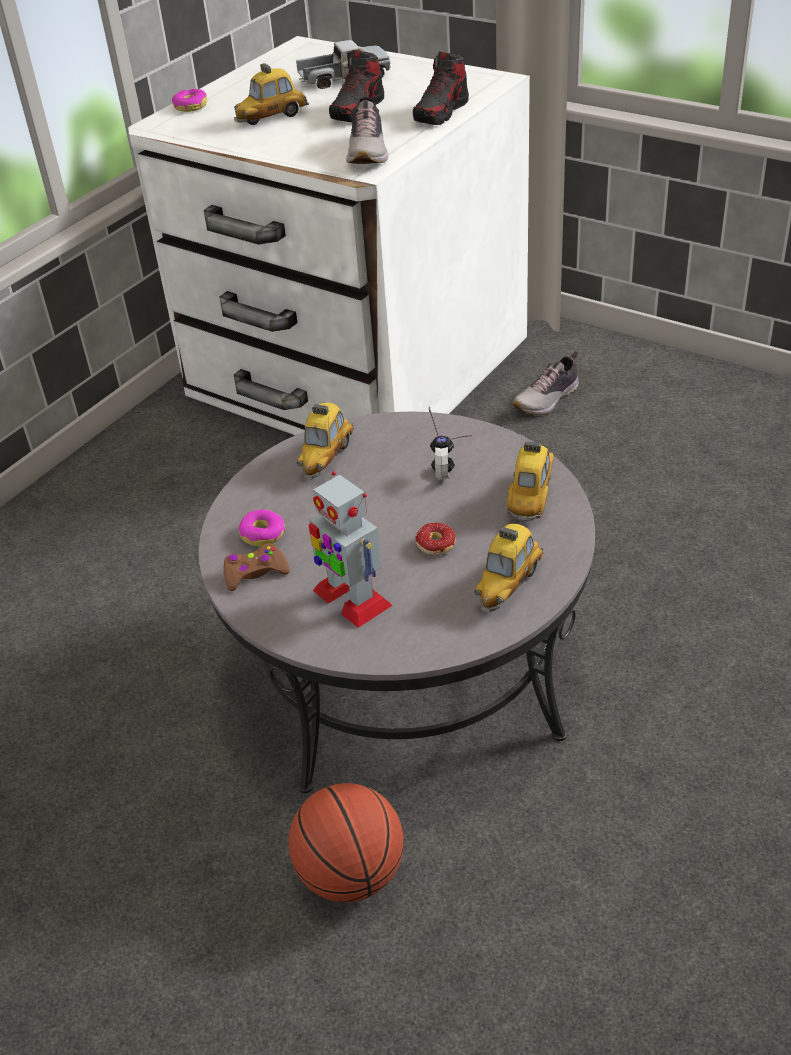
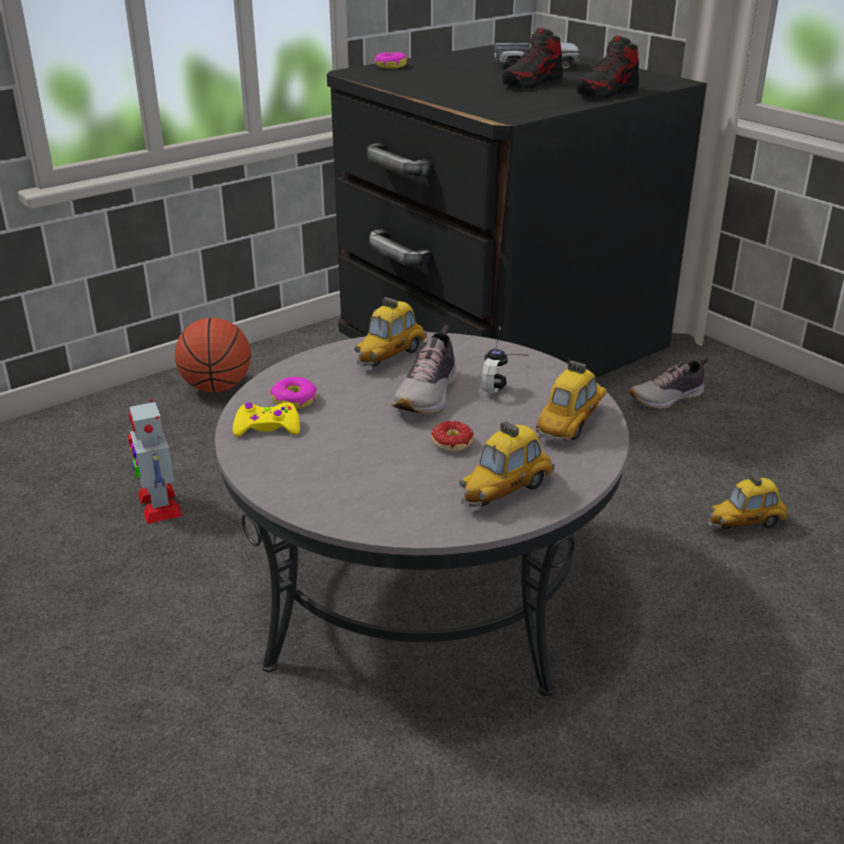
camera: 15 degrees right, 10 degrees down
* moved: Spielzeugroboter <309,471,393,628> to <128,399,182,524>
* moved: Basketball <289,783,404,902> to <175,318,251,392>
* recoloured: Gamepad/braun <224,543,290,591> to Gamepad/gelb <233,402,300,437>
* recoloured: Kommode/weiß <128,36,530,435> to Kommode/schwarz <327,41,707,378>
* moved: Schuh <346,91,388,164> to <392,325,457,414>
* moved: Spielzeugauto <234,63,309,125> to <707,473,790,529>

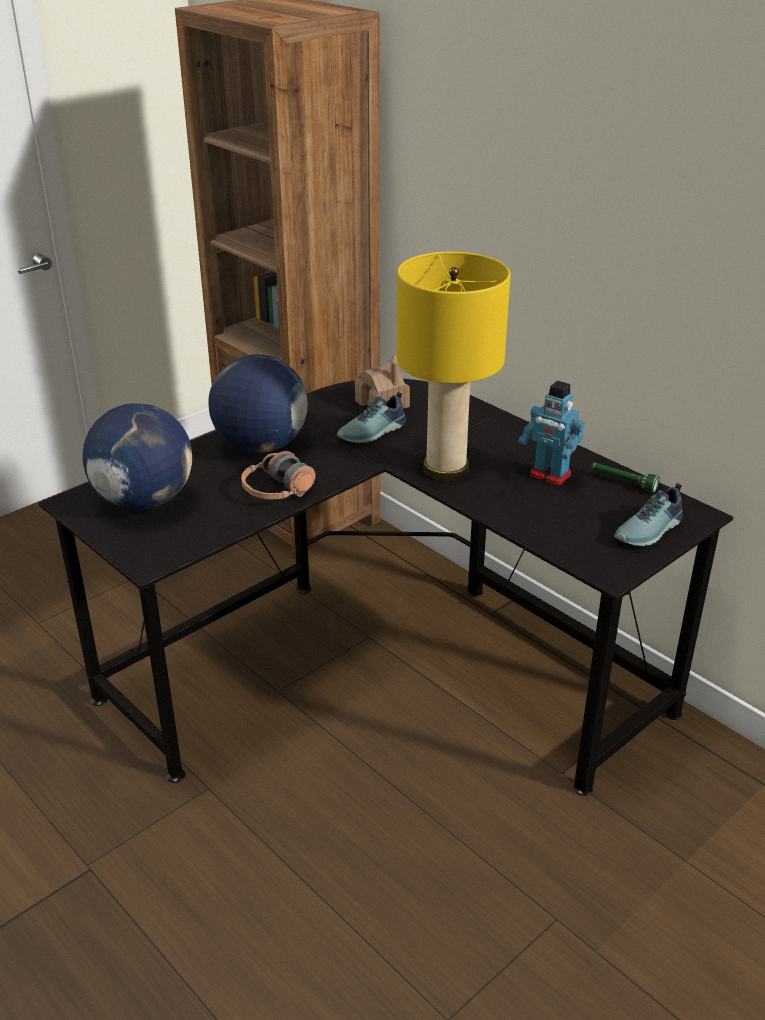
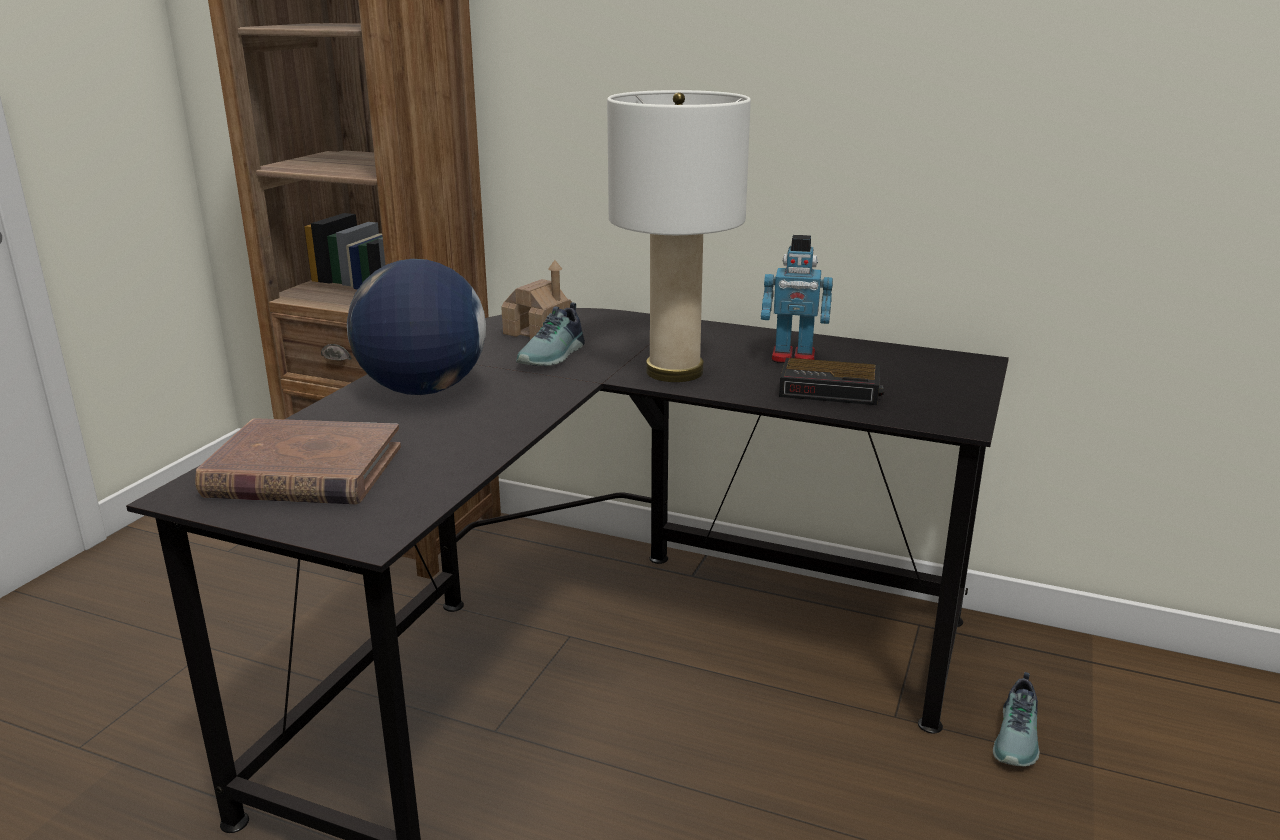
camera: 25 degrees left, 10 degrees down
* replaced: Globus <82,403,192,510> to Buch/braun <195,418,401,504>
* recoloured: Tischlampe/gelb <396,252,510,481> to Tischlampe/weiß <607,90,751,382>
* added: Wecker <779,358,884,405>
* moved: Schuh <614,483,683,546> to <993,672,1040,767>
* removed: Kopfhörer <241,451,315,499>
* removed: Taschenlampe/grün <591,462,660,492>

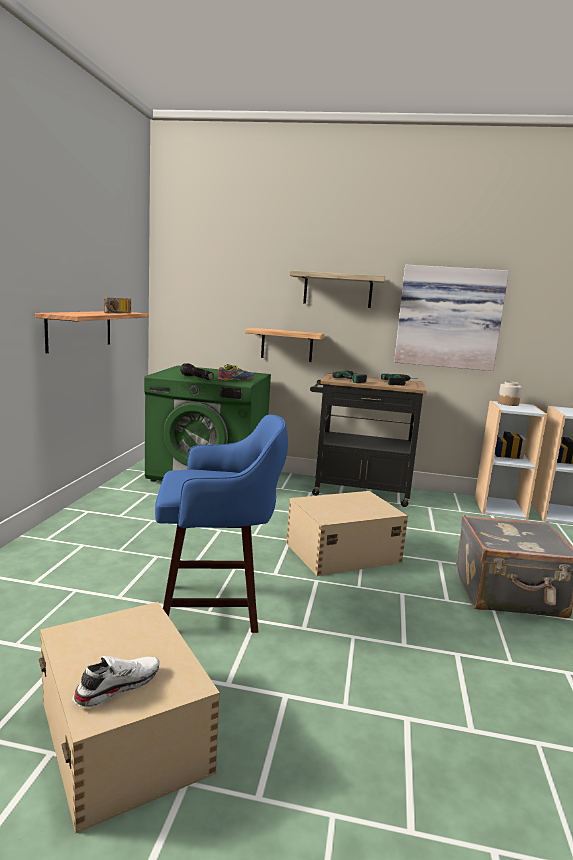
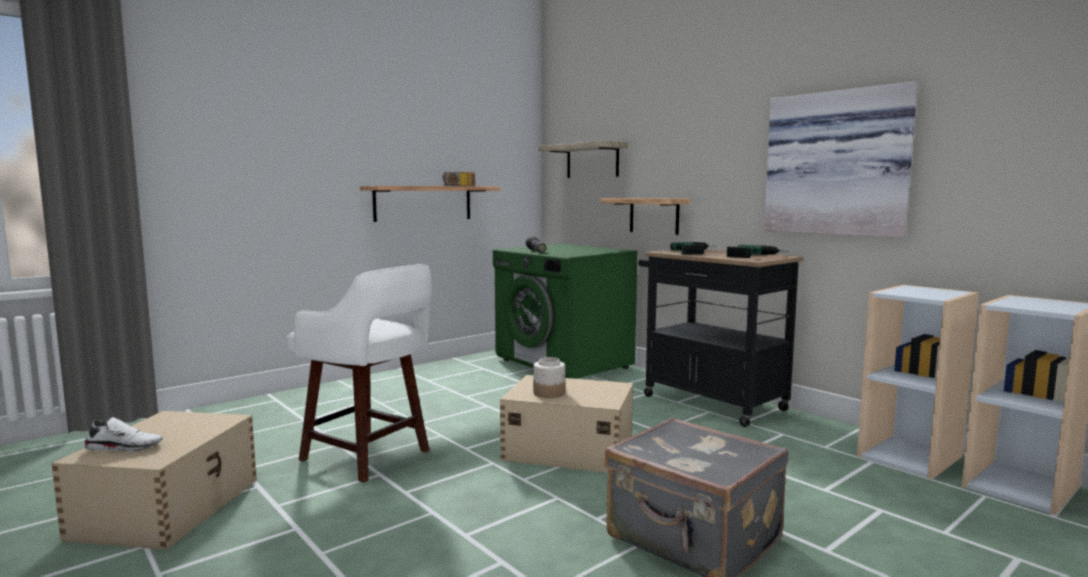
camera: 40 degrees right, 5 degrees down
* recoloured: Hocker/blau <155,415,288,633> to Hocker/weiß <287,264,431,483>
* moved: Vorratsglas <498,381,522,406> to <533,357,565,398>
* moved: Wandregal <289,270,385,308> to <538,140,628,178>
* removed: Schuh <218,364,255,381>

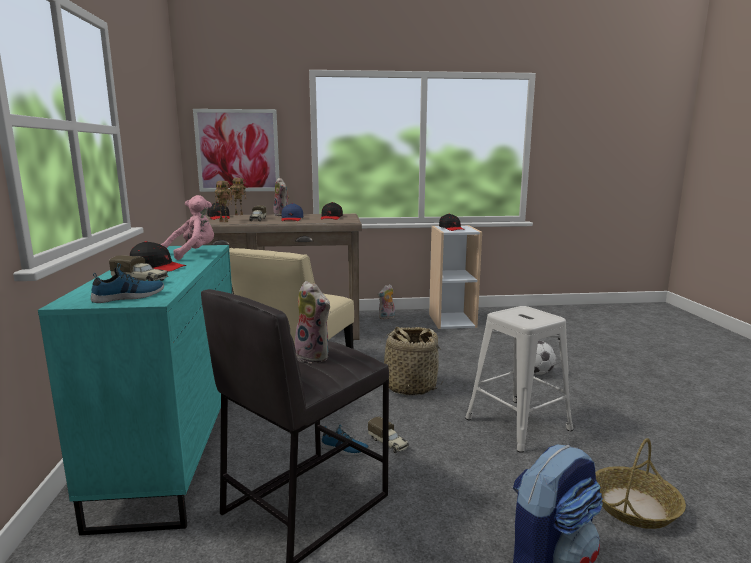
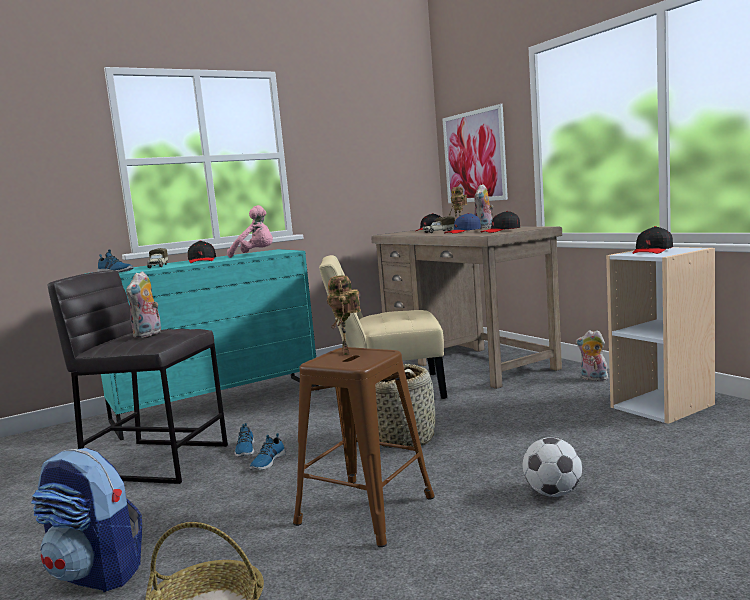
camera: 65 degrees right, 5 degrees down
* replaced: Spielzeuglaster <368,416,409,453> to Schuh <250,433,286,470>
* recoloured: Hocker/weiß <465,306,573,453> to Hocker/braun <293,347,435,547>
* moved: Spielzeugroboter <213,181,232,222> to <327,275,361,355>

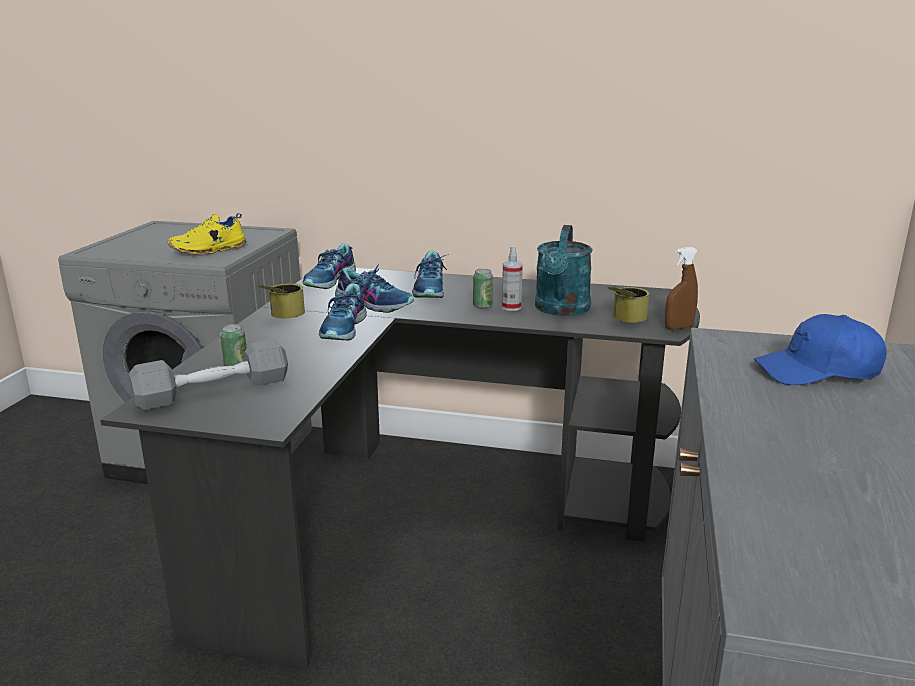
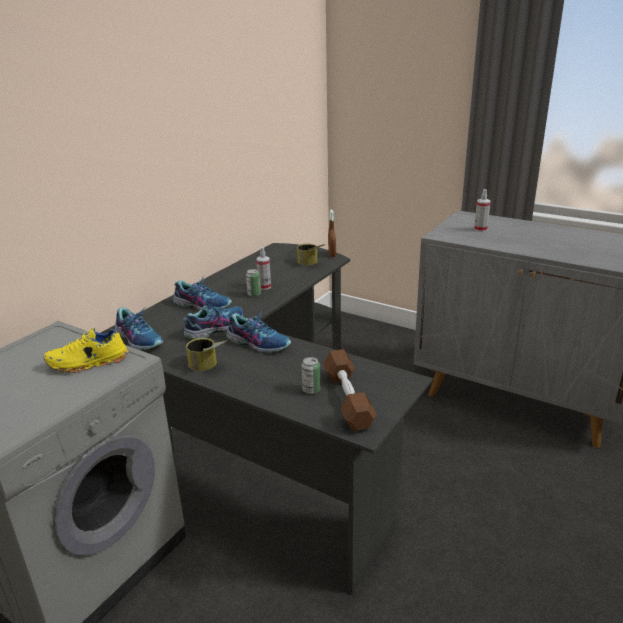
camera: 70 degrees left, 5 degrees up
* turned: Schuh/gelb <168,213,246,256> = <43,327,129,373> 90 degrees clockwise
* recoloured: Hantel/grau <129,339,288,410> to Hantel/braun <323,349,377,431>
* replaced: Kappe/blau <754,314,887,385> to Sprühflasche <474,189,491,232>
* removed: Gießkanne/türkis <535,225,593,316>

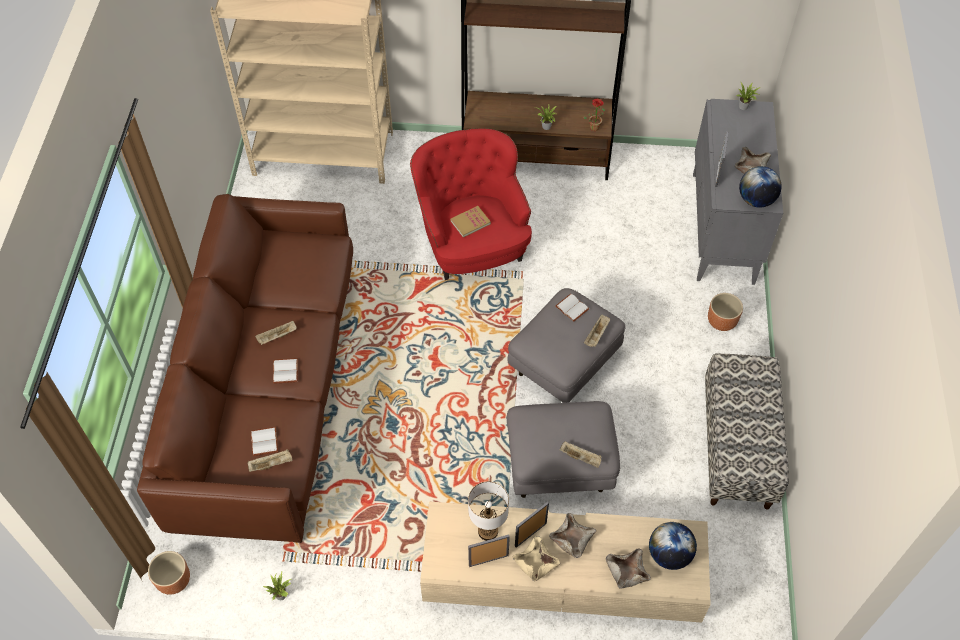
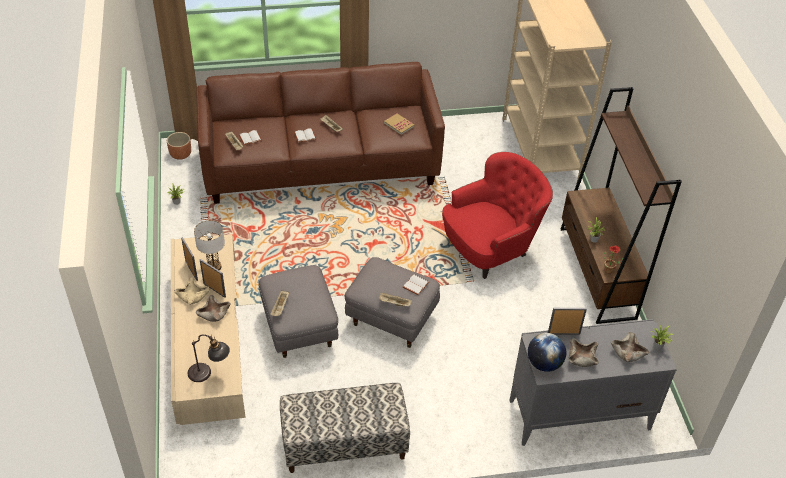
camera: 75 degrees right, 10 degrees down
* replaced: Globus <649,522,697,570> to Tischlampe/grau <188,334,230,382>
* moved: Buch <450,206,491,237> to <384,114,415,135>
* moved: Schüssel/beige <606,549,651,589> to <611,332,649,362>
* removed: Pflanzkübel/braun <708,293,743,331>

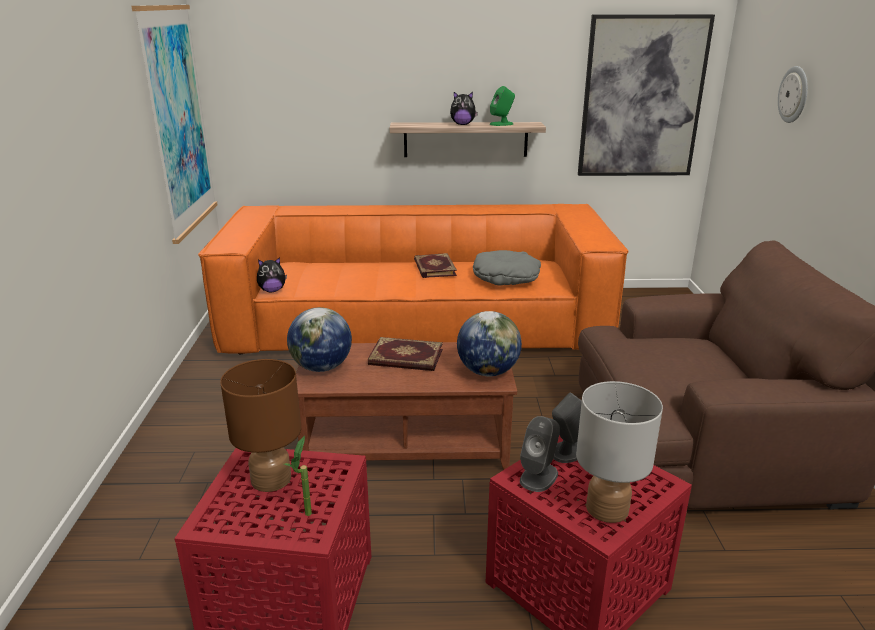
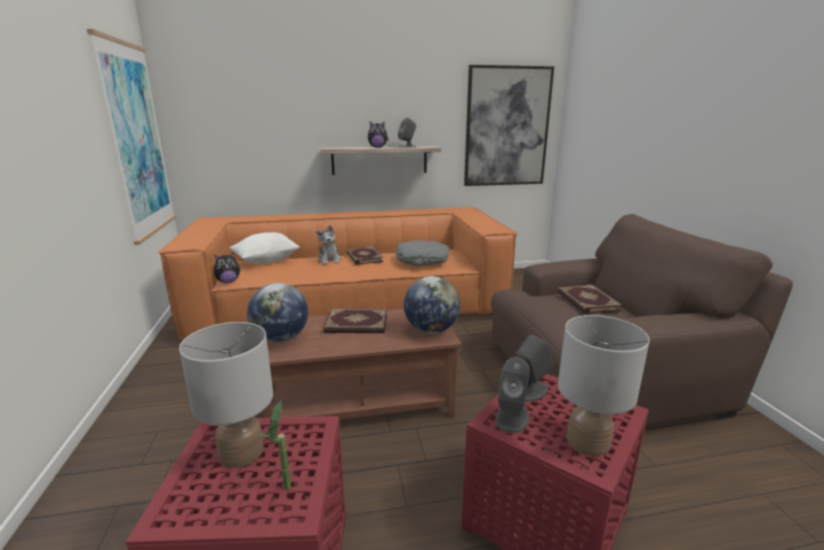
camera: 10 degrees left, 5 degrees down
* recoloured: Tischlampe/braun <220,359,301,492> to Tischlampe/grau <179,322,273,468>
* added: Kissen/weiß <230,232,300,264>
* added: Plüschtier <316,225,341,265>
* recoloured: Lautsprecher/grün <490,86,515,126> to Lautsprecher/grau <398,117,416,148>
* added: Buch <557,285,623,314>
* removed: Wanduhr <778,66,808,123>

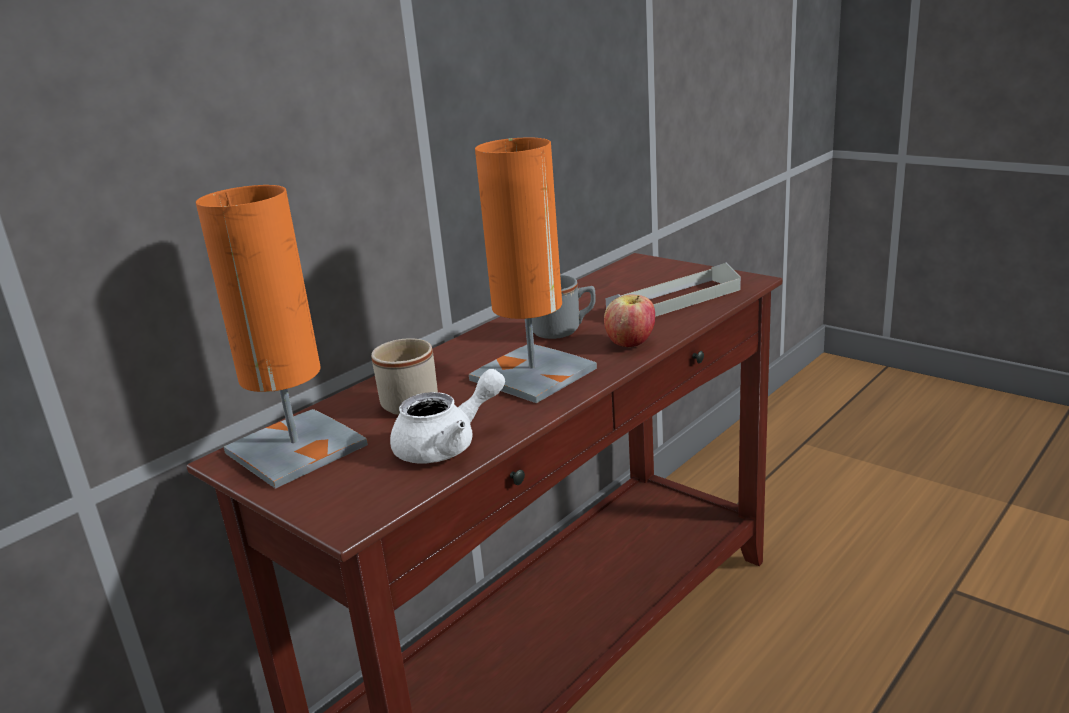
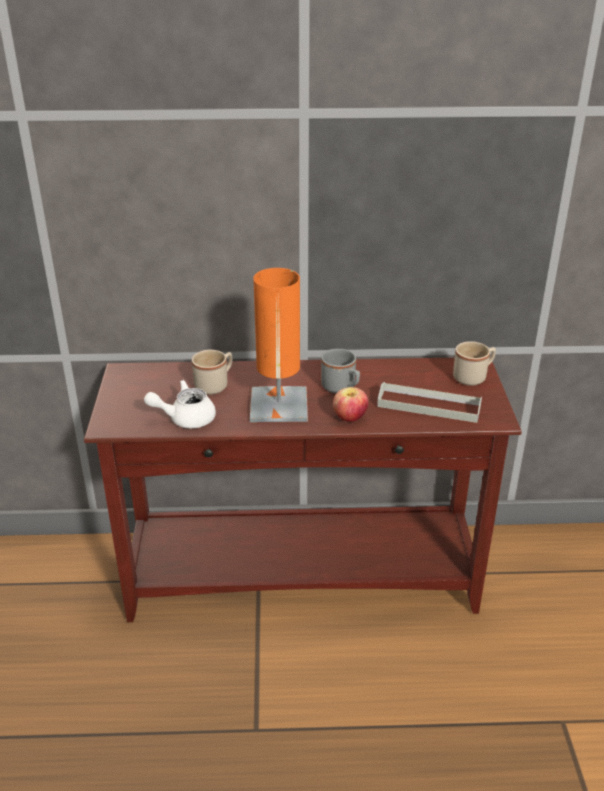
camera: 45 degrees right, 10 degrees up
* turned: Teekanne/weiß <390,369,505,464> = <144,380,216,429> 150 degrees clockwise
* added: Henkelbecher/beige <453,341,496,386>
* removed: Tischlampe/orange <196,185,368,489>

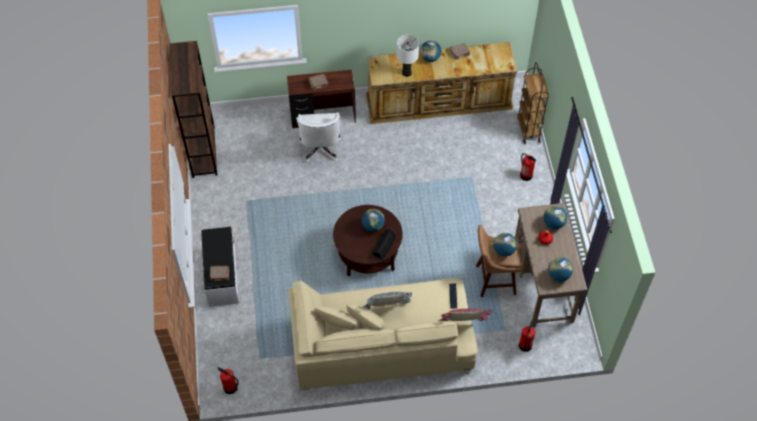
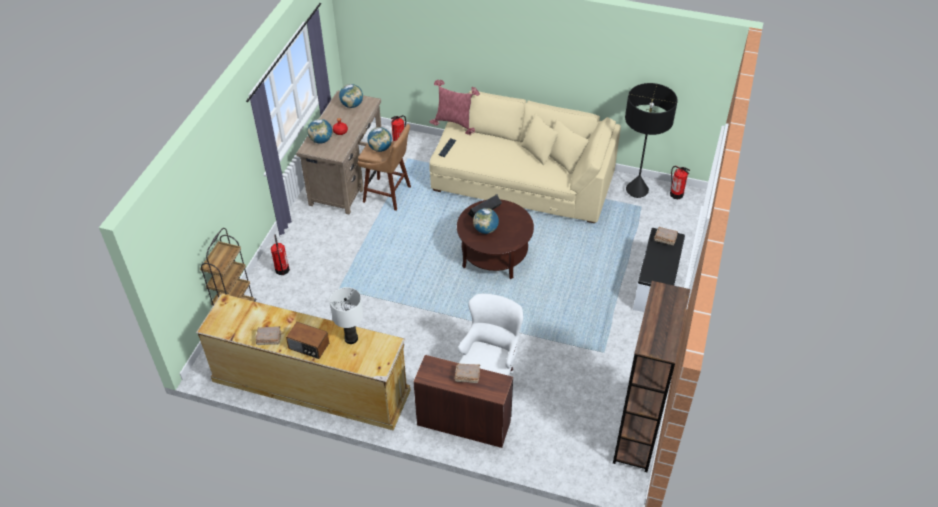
camera: 155 degrees left, 10 degrees down
* replaced: Globus <420,41,441,62> to Radio <286,322,329,359>
* added: Stehlampe/schwarz <625,83,678,198>
* removed: Kissen <363,292,412,309>

